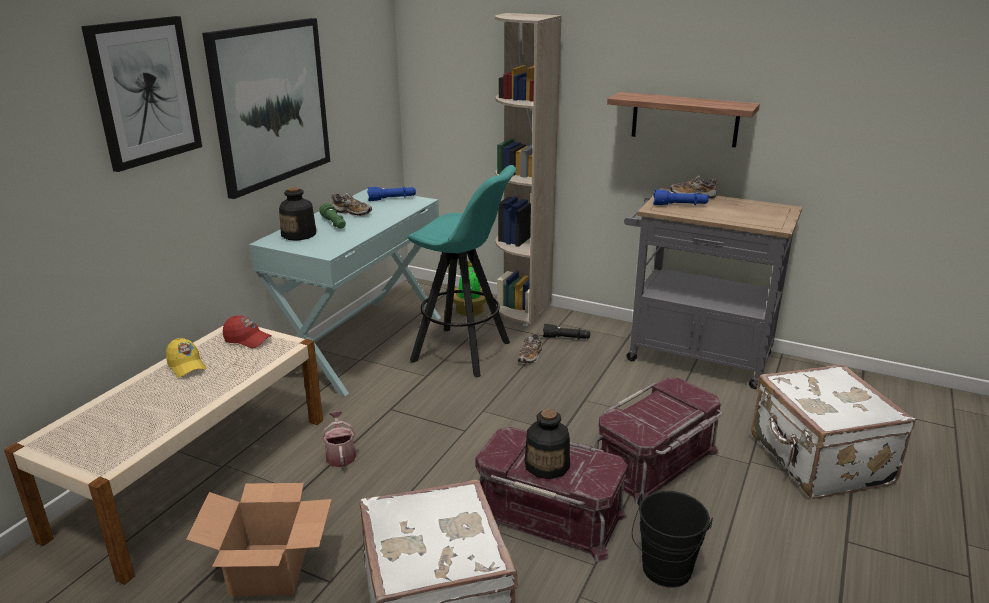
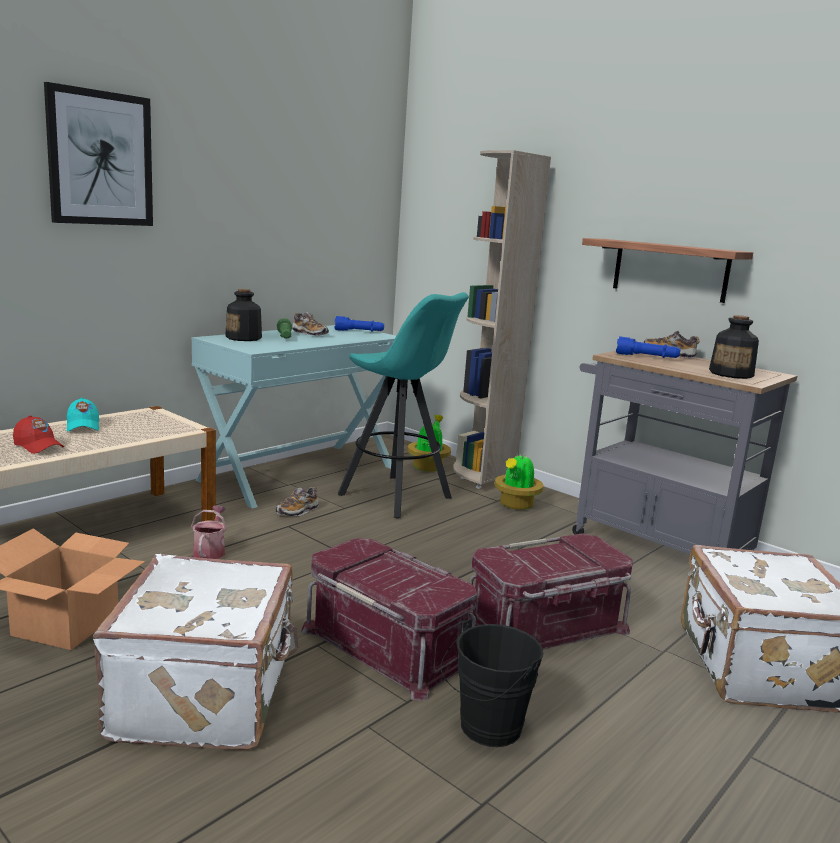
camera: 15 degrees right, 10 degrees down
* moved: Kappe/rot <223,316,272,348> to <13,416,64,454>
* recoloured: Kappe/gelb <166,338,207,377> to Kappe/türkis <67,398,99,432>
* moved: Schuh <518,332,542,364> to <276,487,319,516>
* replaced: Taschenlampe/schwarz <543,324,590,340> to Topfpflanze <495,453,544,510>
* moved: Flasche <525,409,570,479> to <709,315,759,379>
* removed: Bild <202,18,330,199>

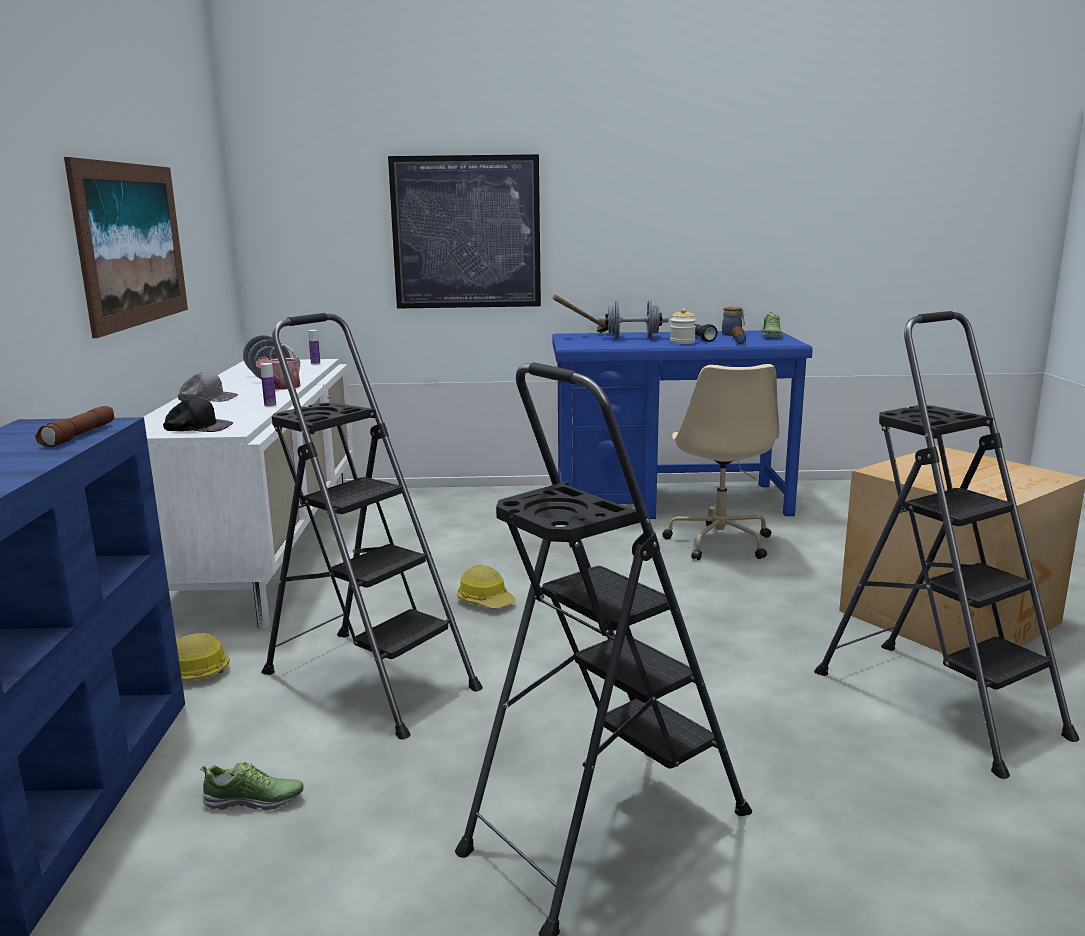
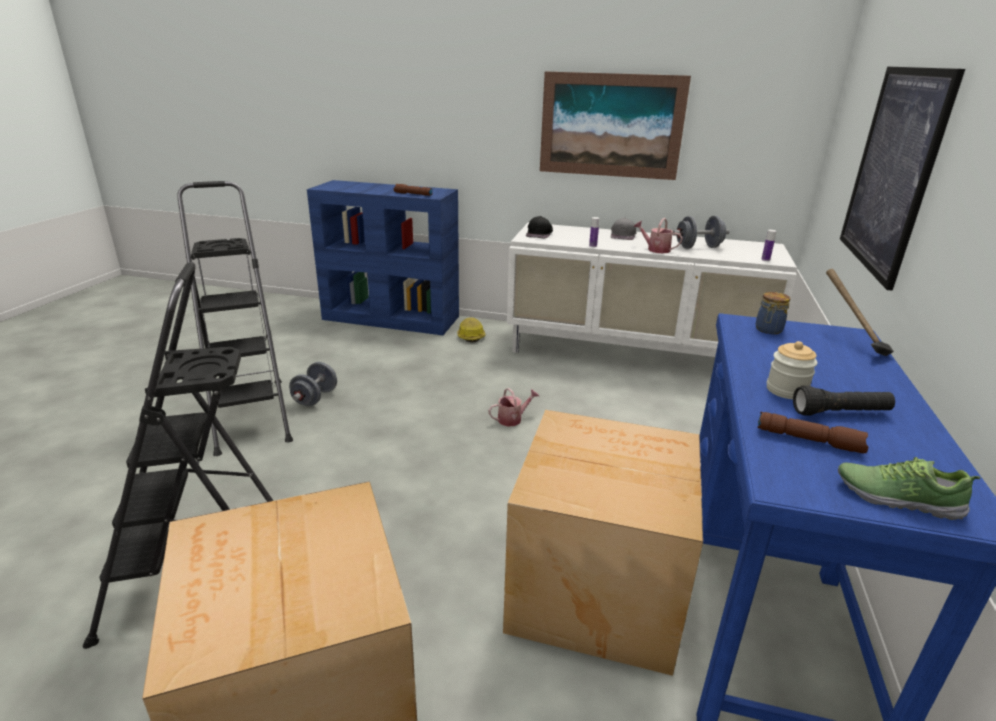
camera: 105 degrees right, 10 degrees up
* moved: Hantel/grau <599,301,669,339> to <289,362,337,406>
* replaced: Schutzhelm <457,565,516,609> to Gießkanne <488,388,539,427>
* replaced: Bürostuhl/beige <662,364,780,560> to Karton <503,410,703,676>
* moved: Vorratsglas <722,307,745,336> to <756,292,790,334>
* removed: Schuh <200,762,304,810>
* removed: Trittleiter <261,313,483,739>

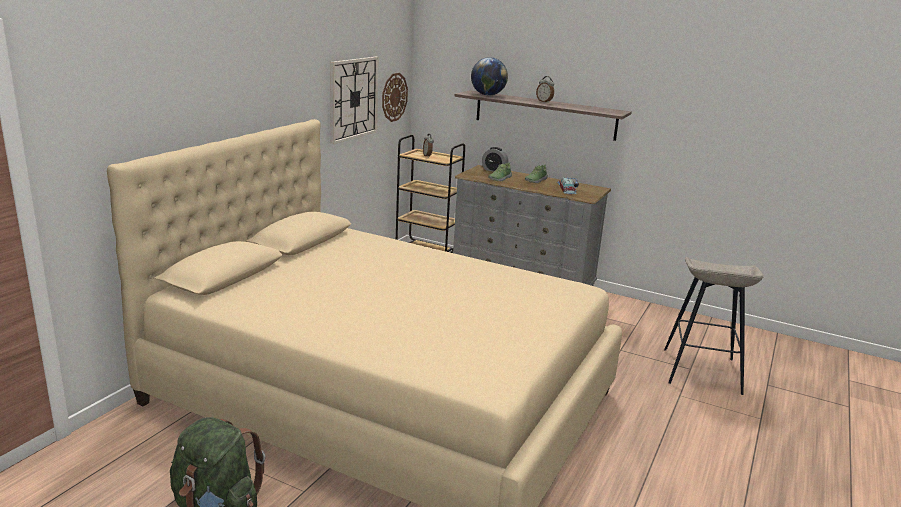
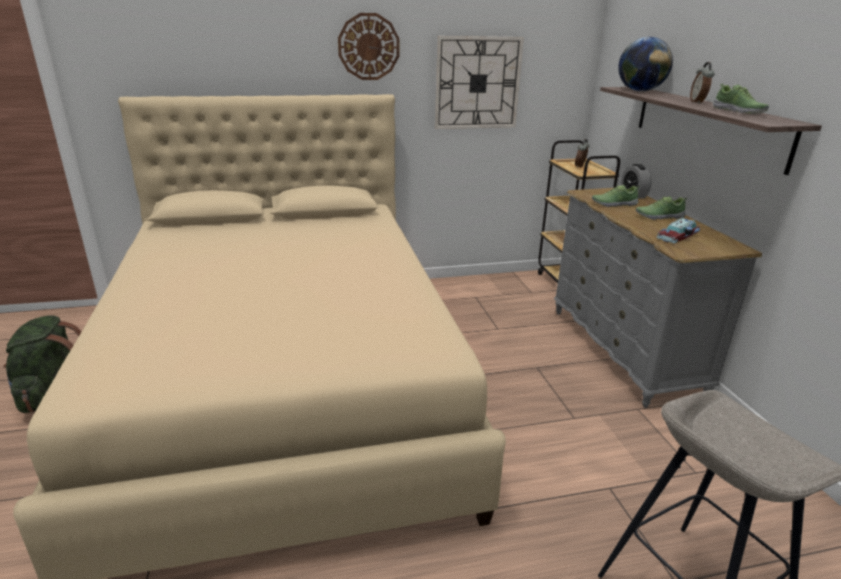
camera: 50 degrees right, 5 degrees up
* moved: Wanduhr <382,73,408,122> to <338,13,400,80>
* added: Schuh <713,84,769,114>

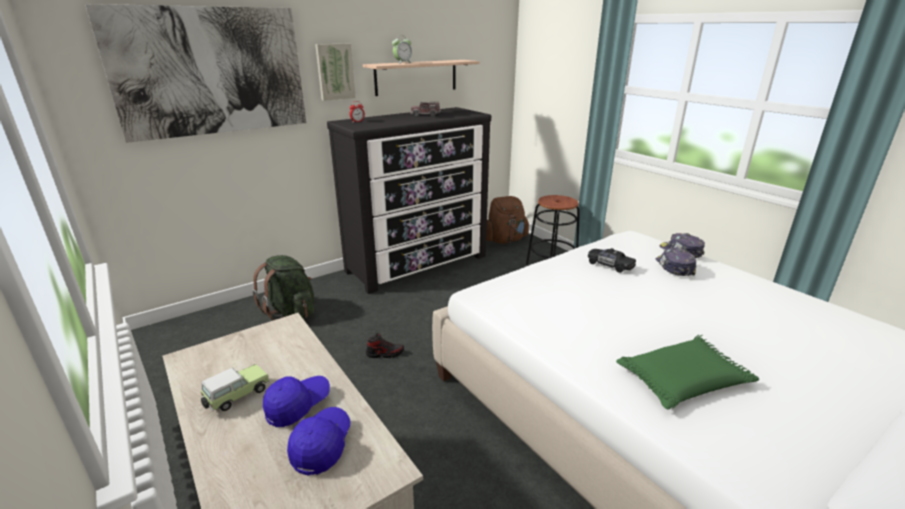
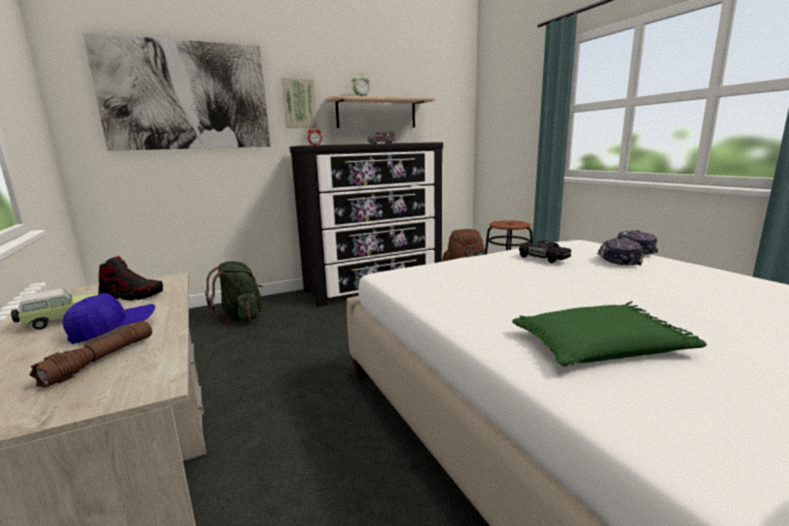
camera: 10 degrees right, 10 degrees down
* replaced: Kappe/blau <287,407,351,476> to Taschenlampe/braun <29,321,152,388>
* moved: Schuh <366,333,404,358> to <98,256,163,301>

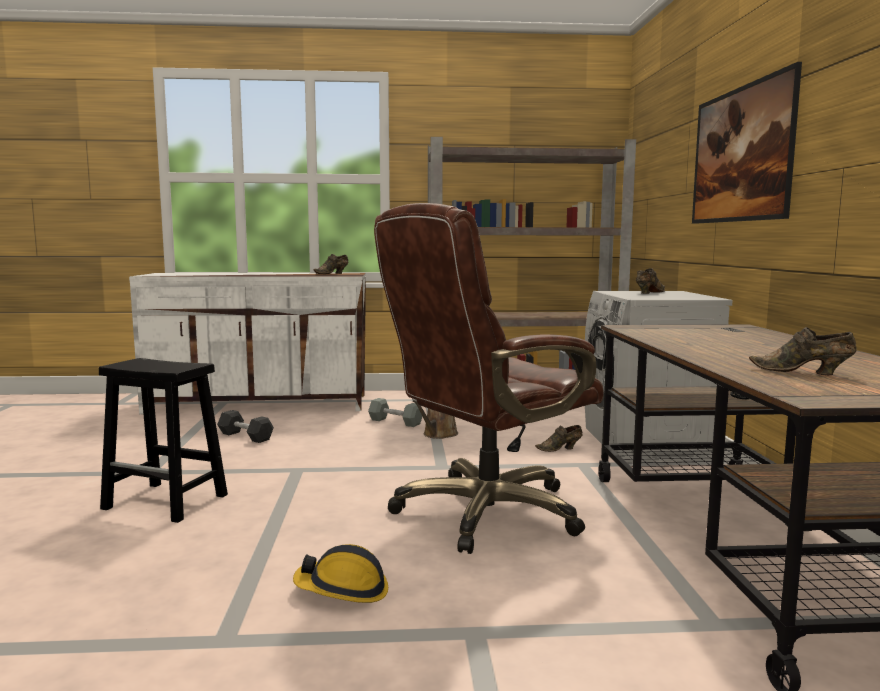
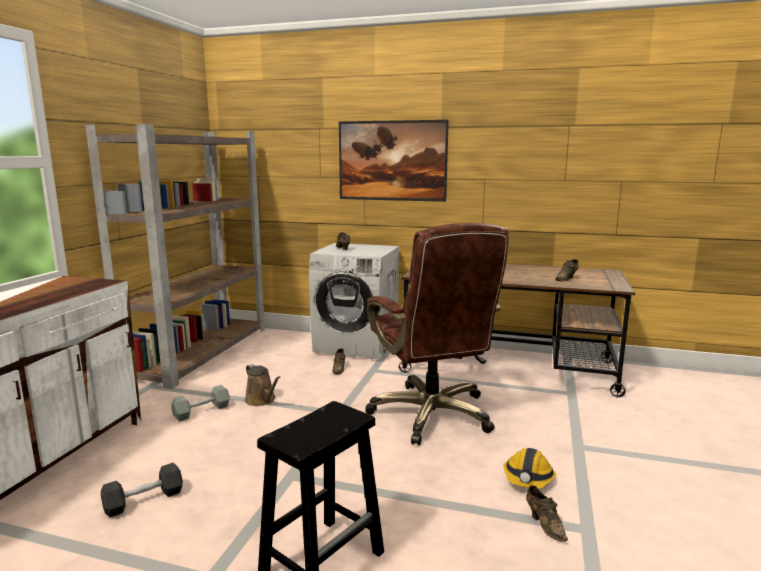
camera: 70 degrees left, 5 degrees up
* moved: Schuh/braun <313,254,348,274> to <526,485,568,542>

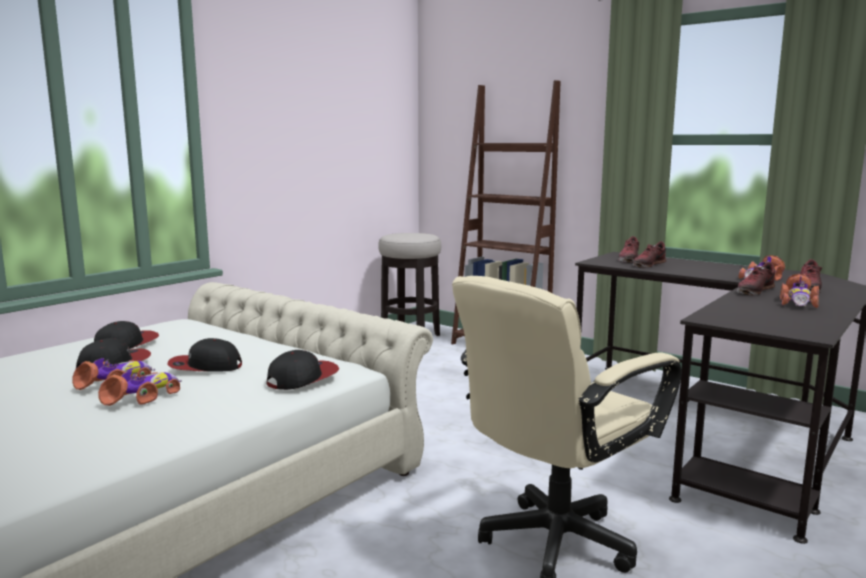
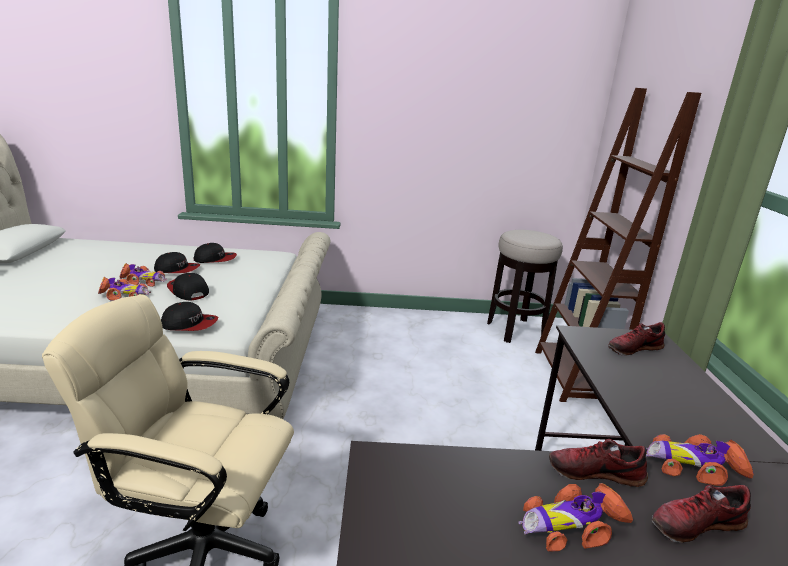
camera: 50 degrees right, 10 degrees up
* removed: Schuh <632,241,666,268>

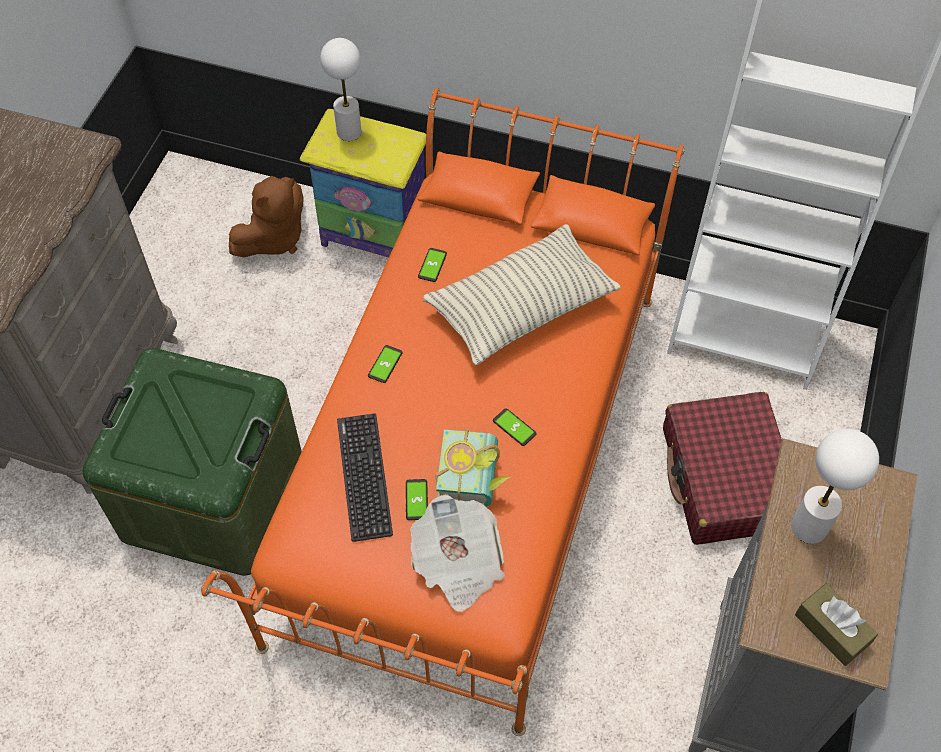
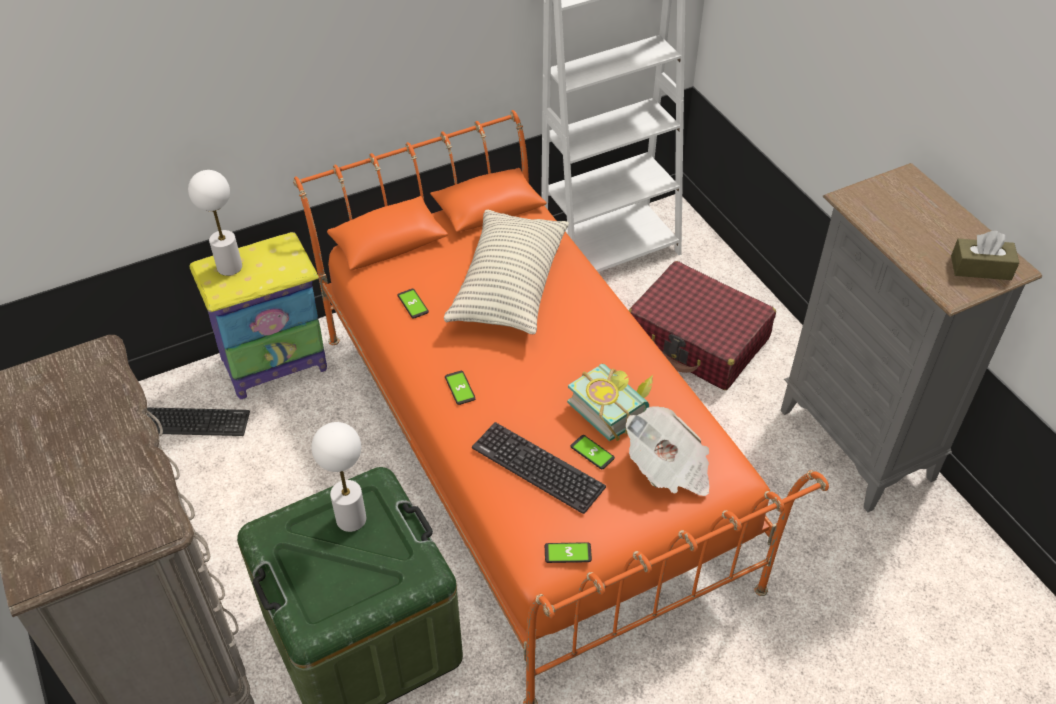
camera: 45 degrees left, 10 degrees down
* replaced: Plüschtier/braun <229,176,304,257> to Tastatur <147,407,250,436>
* moved: Tischlampe/weiß <791,429,879,544> to <311,422,366,532>
* moved: Handy <493,408,537,446> to <545,542,592,563>

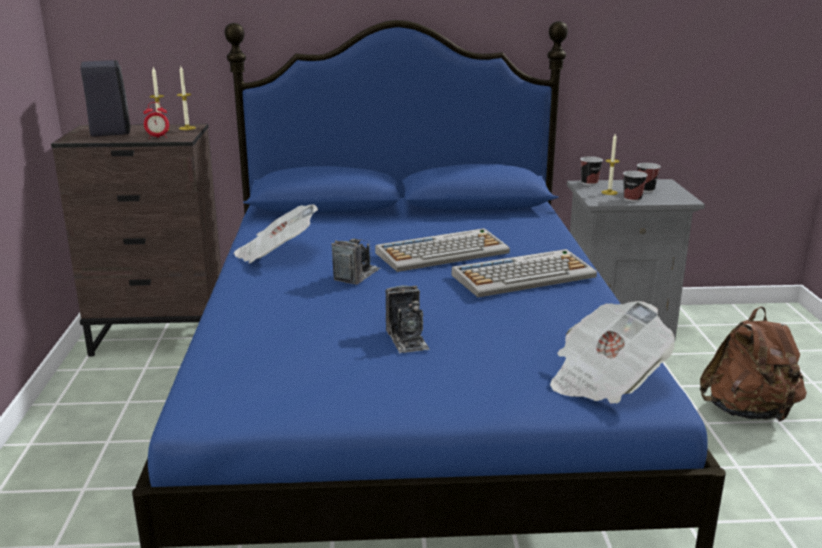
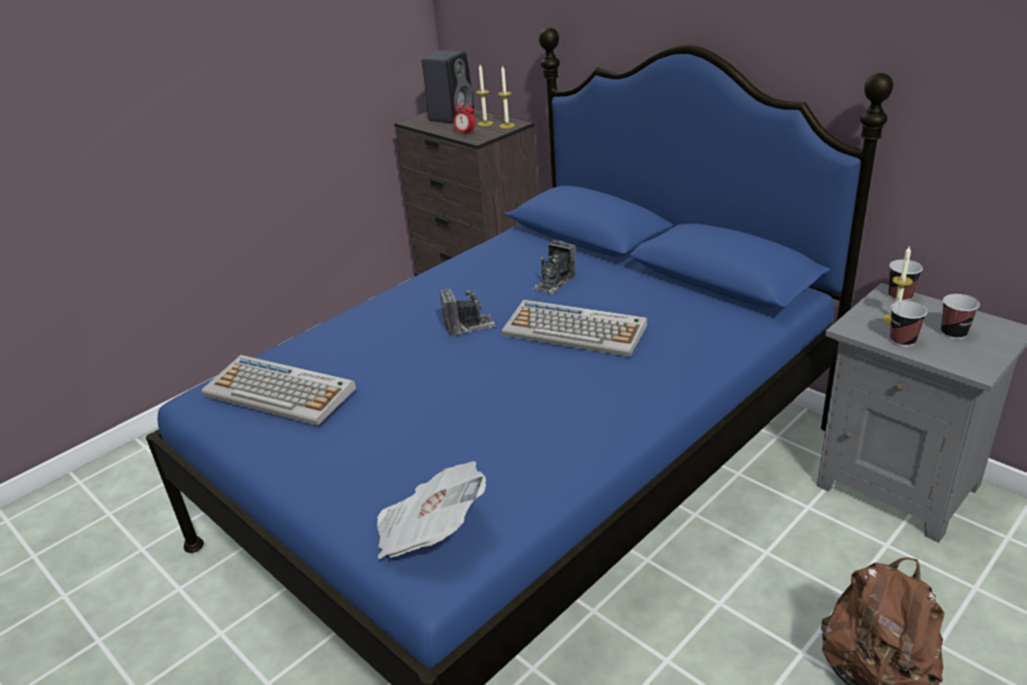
camera: 50 degrees right, 10 degrees up
* moved: Tastatur <451,249,597,297> to <201,355,356,426>
* moved: Kamera <386,285,430,353> to <533,241,575,294>
* removed: Zeitung <234,205,318,263>

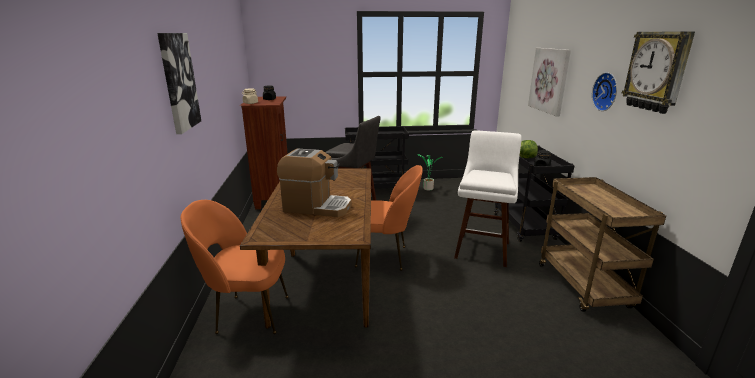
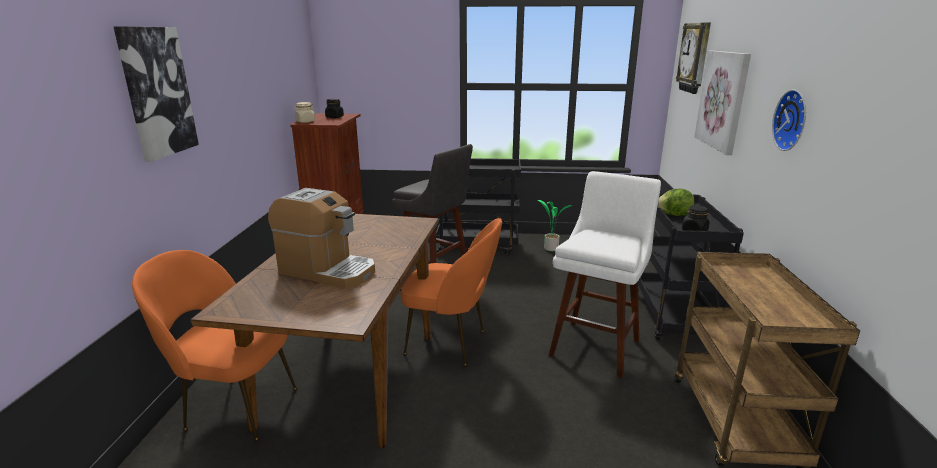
camera: 10 degrees right, 0 degrees up
* moved: Wanduhr <622,31,695,114> to <676,23,711,94>

